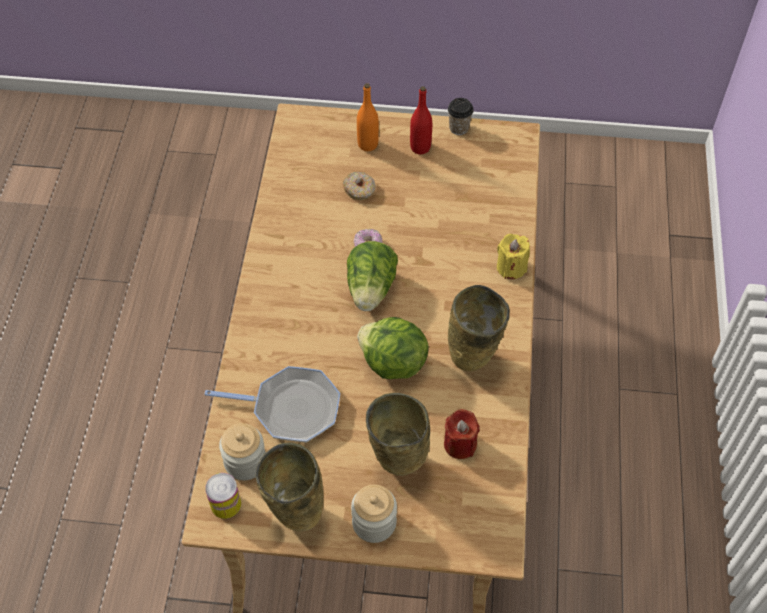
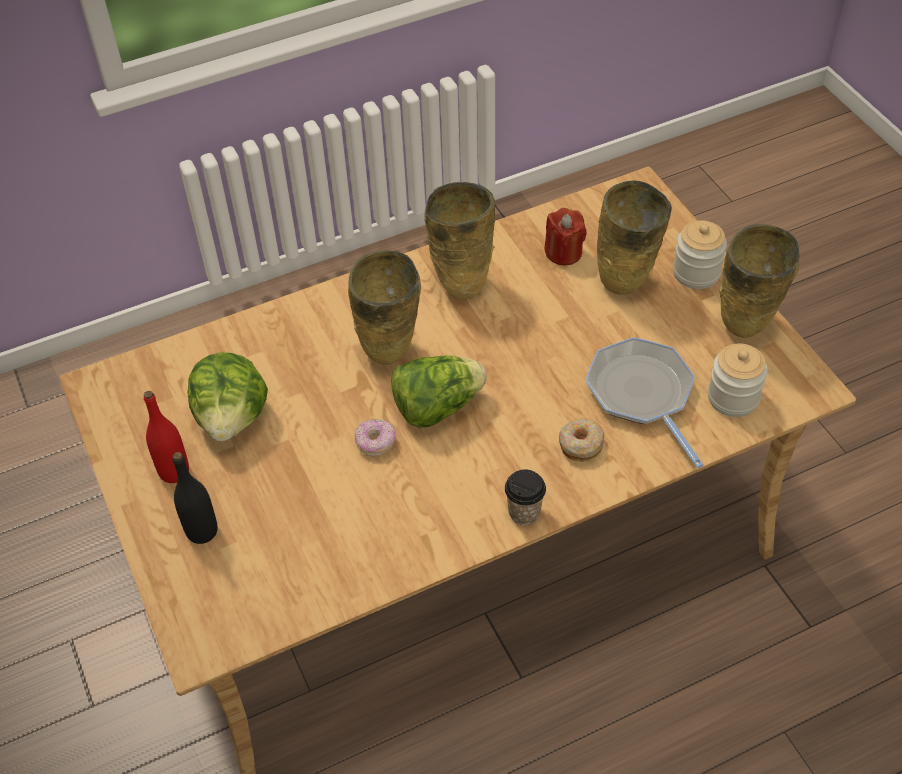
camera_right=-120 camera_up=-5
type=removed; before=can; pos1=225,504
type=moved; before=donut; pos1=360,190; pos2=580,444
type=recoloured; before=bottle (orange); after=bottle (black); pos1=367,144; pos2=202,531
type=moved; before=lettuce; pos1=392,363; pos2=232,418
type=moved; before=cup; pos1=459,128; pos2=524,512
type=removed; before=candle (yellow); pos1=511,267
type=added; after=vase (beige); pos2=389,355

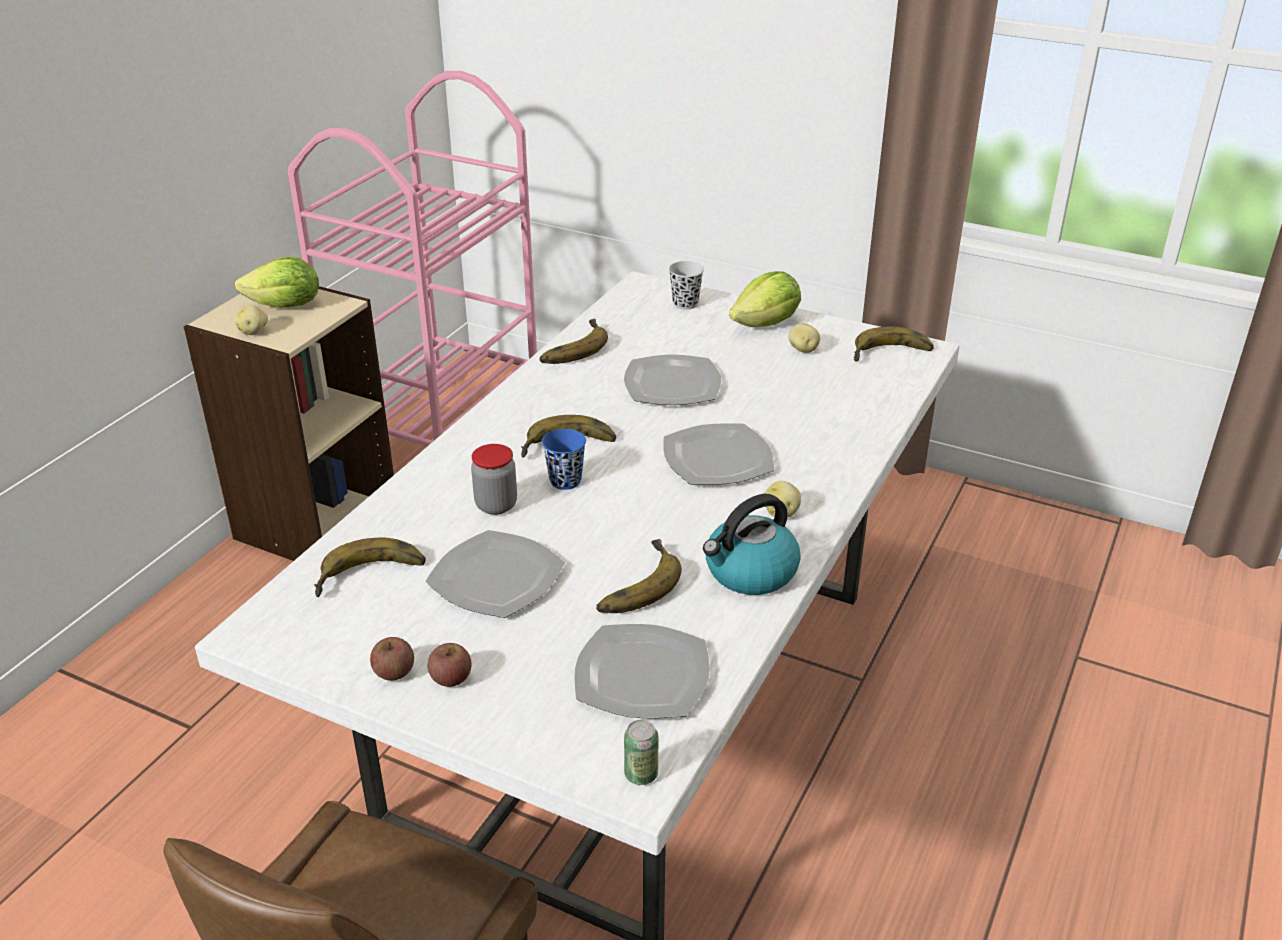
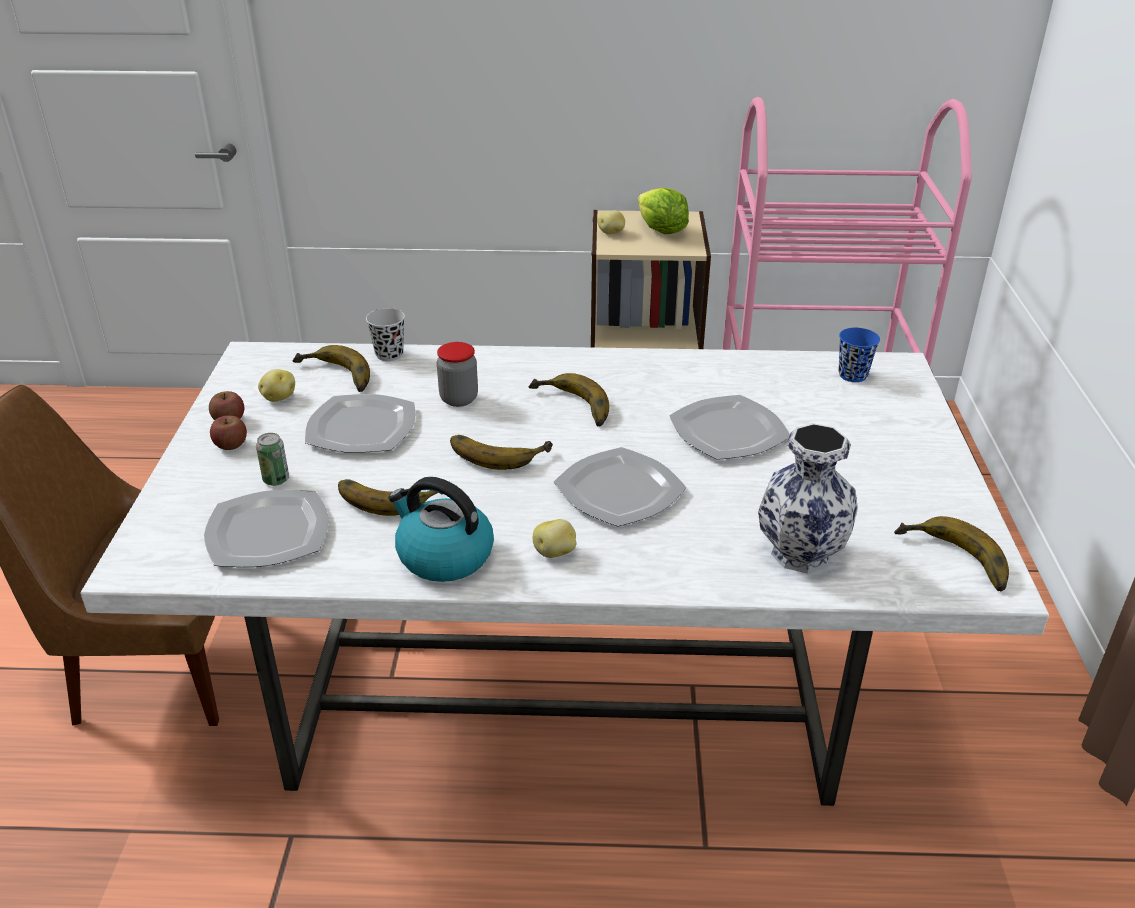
camera_right=65 camera_up=0
type=moved; before=banana; pos1=570,347; pos2=498,451
type=moved; before=cup (blue); pos1=565,481; pos2=852,375
type=moved; before=can; pos1=641,774; pos2=276,479
type=moved; before=cup (black); pos1=685,304; pos2=389,354
type=removed; before=lettuce; pos1=766,324
type=moved; before=potato; pos1=803,350; pos2=278,398
type=added; after=vase; pos2=799,554

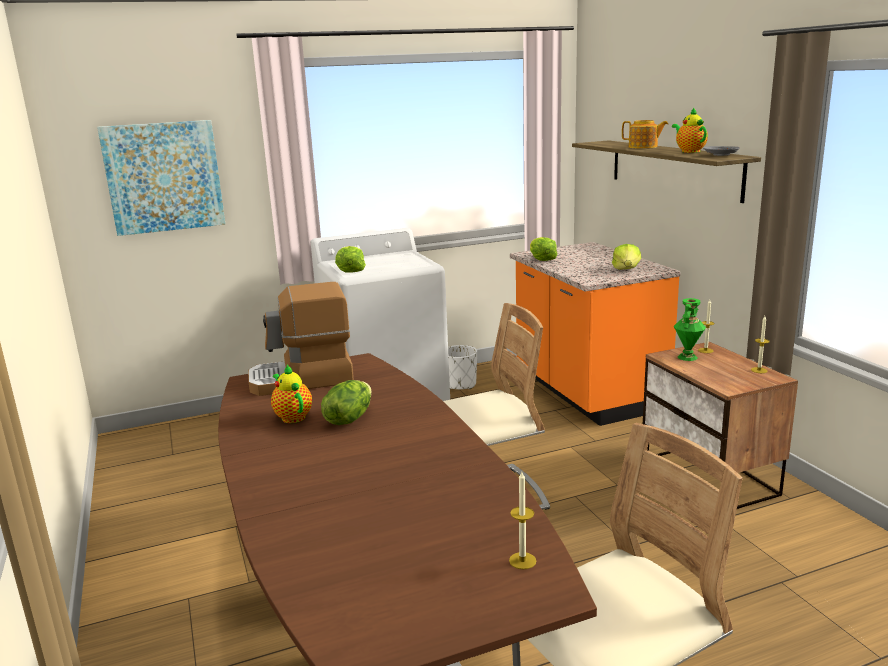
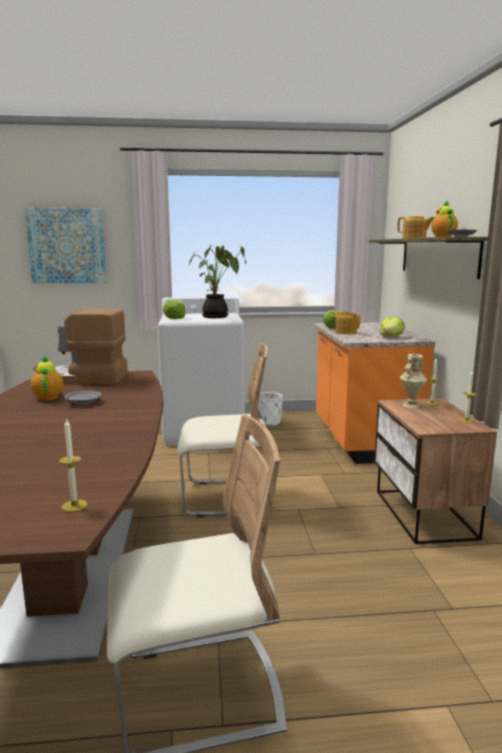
camera_right=15 camera_up=-5
type=replaced; before=lettuce; after=plate (grey); pos1=348,418; pos2=83,402
type=recoloured; before=vase (green); after=vase (beige); pos1=688,357; pos2=411,405
type=added; after=potted plant; pos2=217,317
type=added; after=teapot; pos2=345,332

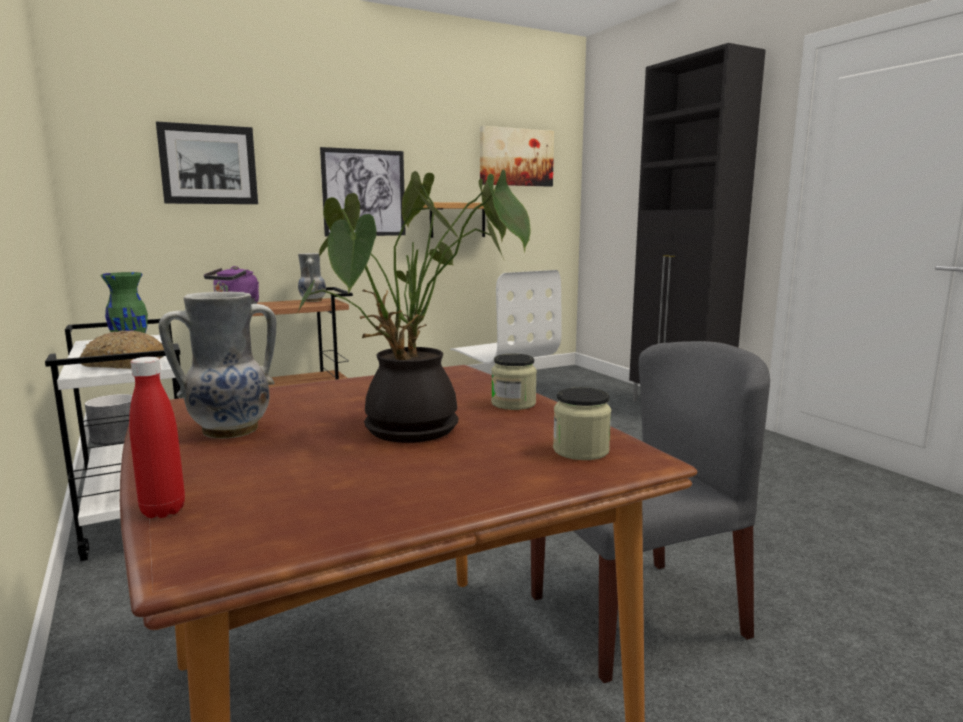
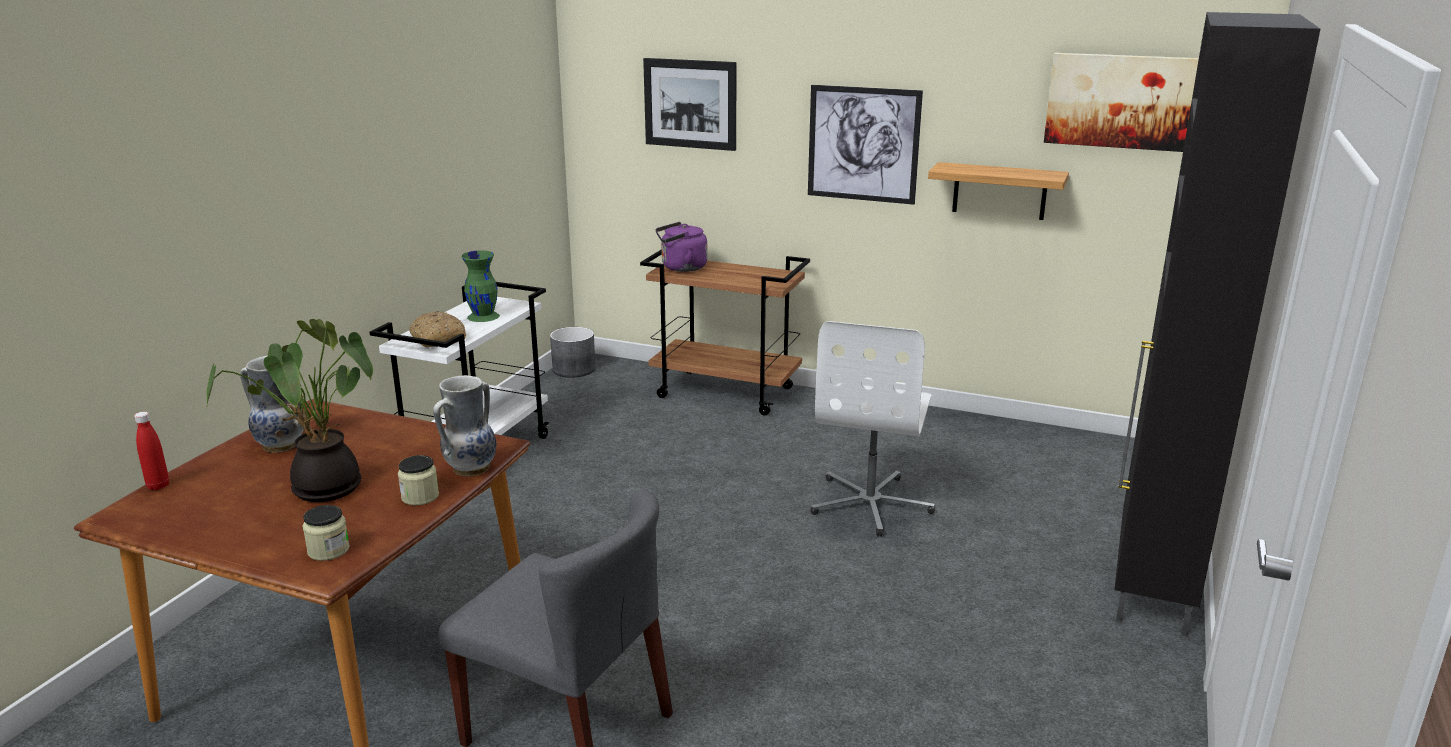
camera_right=50 camera_up=10
type=moved; before=vase; pos1=312,301; pos2=470,468

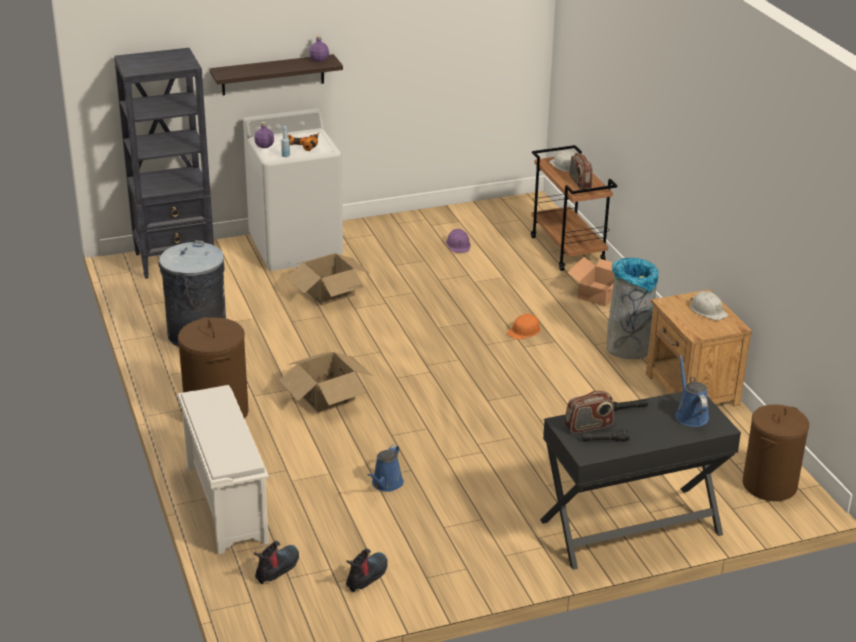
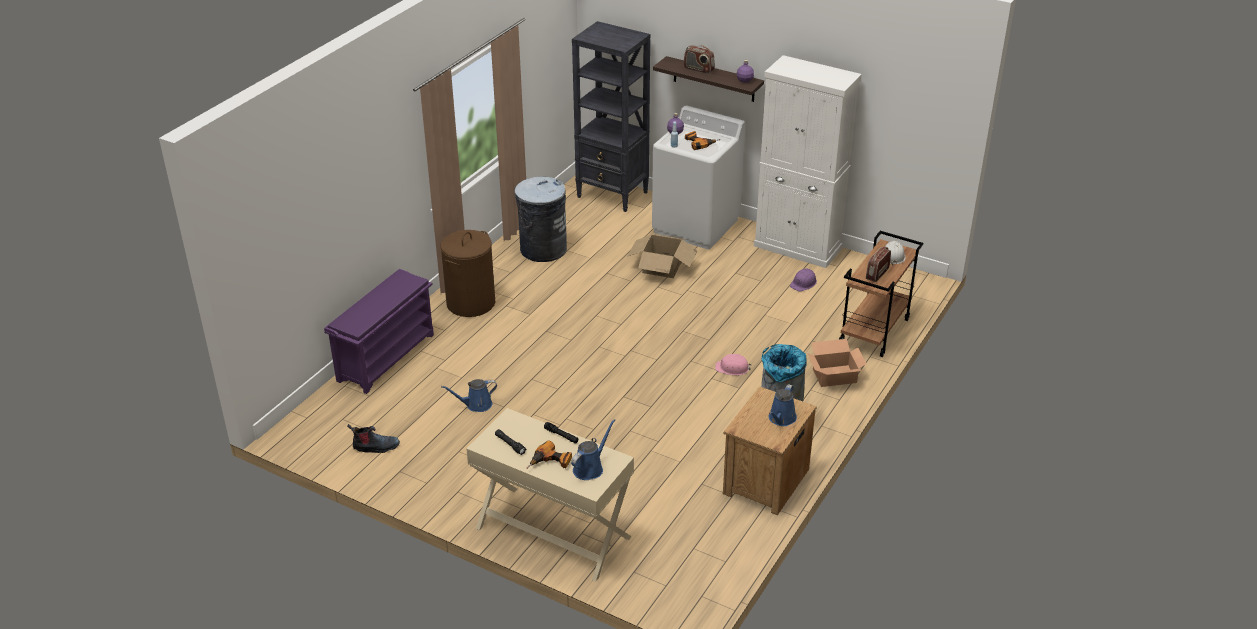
camera_right=50 camera_up=5
type=recoloured; before=shoe rack (white); after=shoe rack (purple); pos1=225,503; pos2=386,357
type=removed; before=boot; pos1=277,569
type=removed; before=cardboard box; pos1=326,396
type=recoloured; before=hard hat (orange); after=hard hat (pink); pos1=524,331; pos2=732,368
type=recoloured; before=desk (black); after=desk (beige); pos1=631,528; pos2=552,533
type=moved; before=radio; pos1=588,426; pos2=698,70
type=replaced; before=hard hat (white); after=watering can (blue); pos1=708,310; pos2=781,419
type=removed; before=laundry basket (brown); pos1=769,485
type=added; after=power drill; pos2=551,463
type=added; after=cabinet (white); pos2=797,247

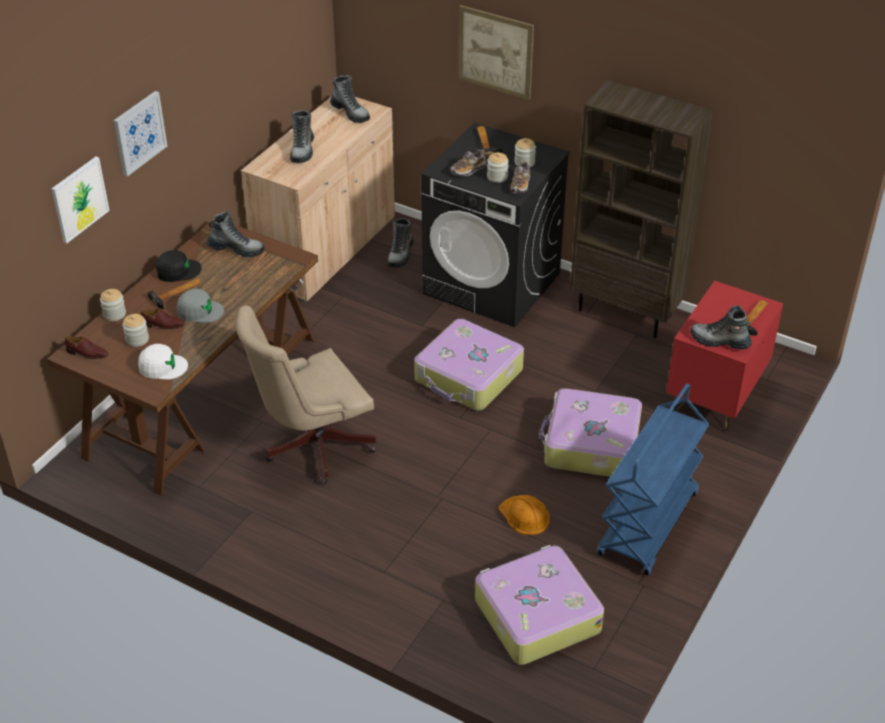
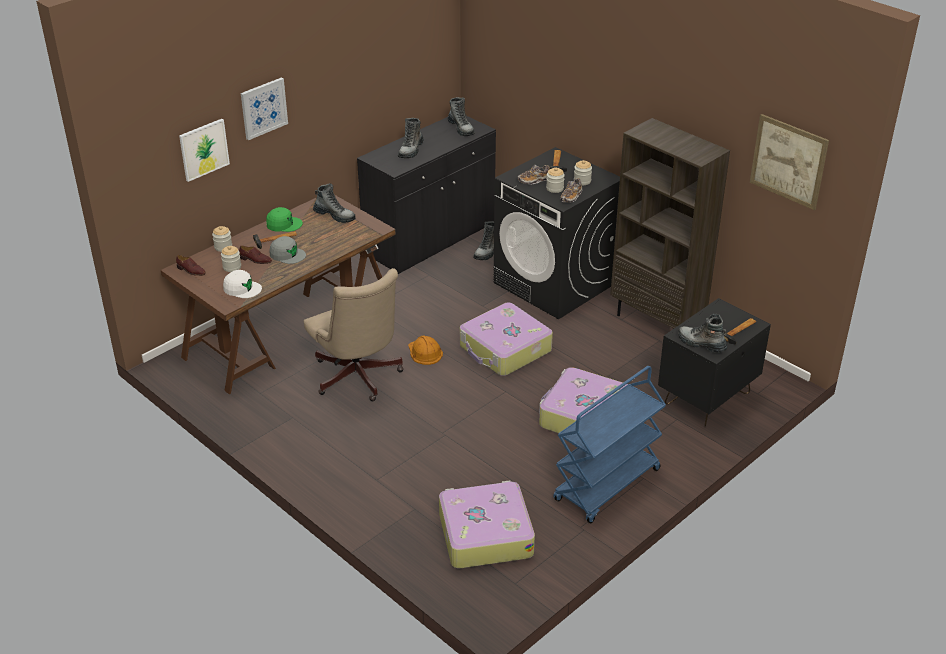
camera_right=15 camera_up=-5
type=recoloured; before=cap (black); after=cap (green); pos1=178,270; pos2=283,224
type=turned; before=office chair (beige); pos1=311,446; pos2=358,379; turn=-105
type=recoloured; before=cabinet (beige); after=cabinet (black); pos1=326,250; pos2=430,239
type=moved; before=picture; pos1=495,52; pos2=788,161
type=moved; before=hard hat (orange); pos1=524,516; pos2=424,352
type=recoloured; before=nightstand (red); after=nightstand (black); pos1=715,396; pos2=707,399

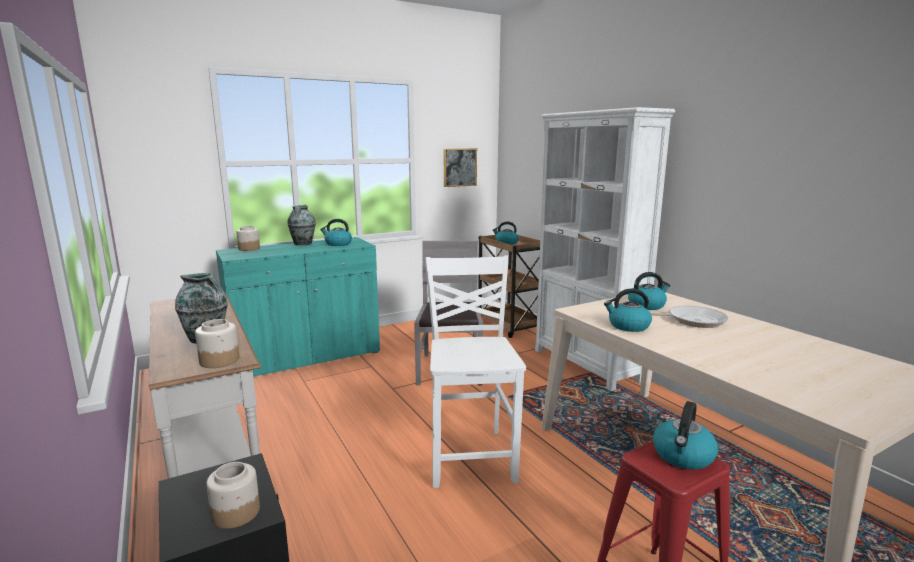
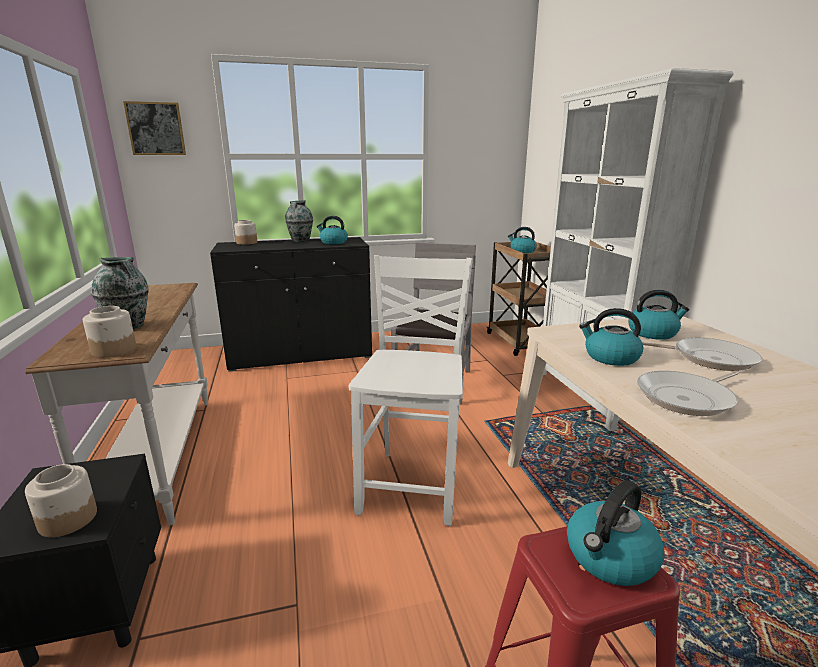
camera_right=15 camera_up=5
type=recoloured; before=cabinet (turquoise); after=cabinet (black); pos1=306,357; pos2=301,355
type=moved; before=picture; pos1=459,167; pos2=156,129
type=added; after=frying pan; pos2=687,398

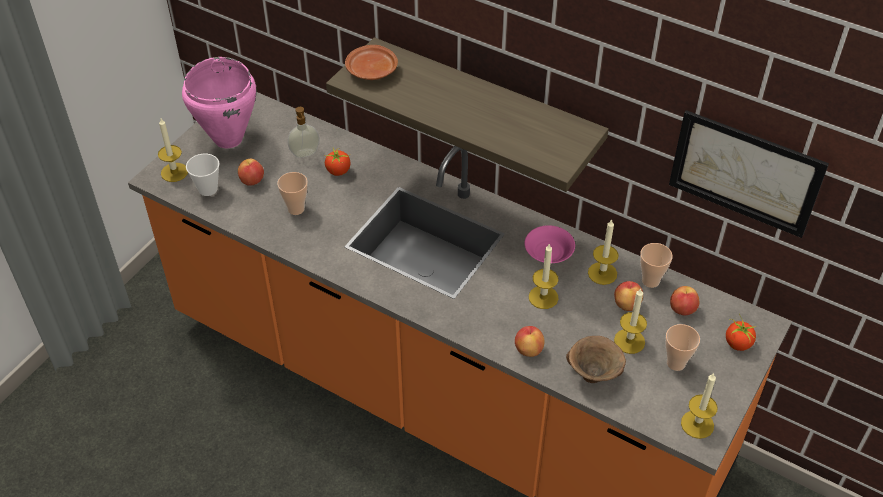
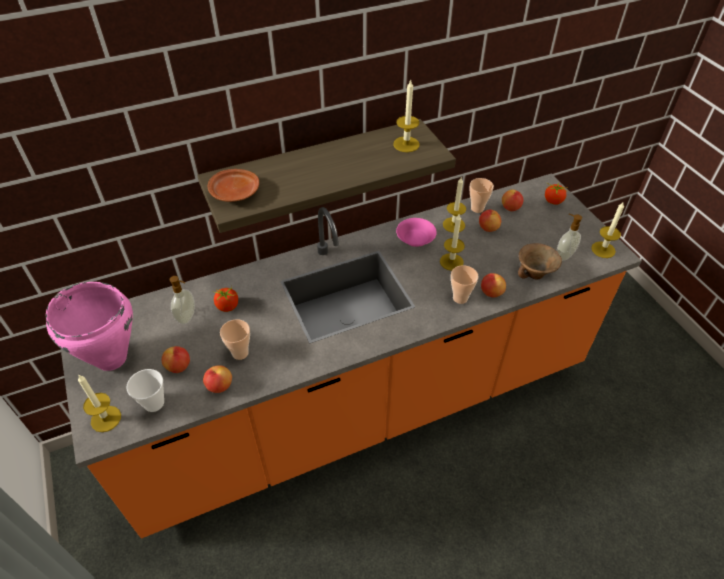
camera_right=-55 camera_up=0
type=moved; before=candle; pos1=629,341; pos2=406,144
type=moved; before=cup; pos1=676,363; pos2=460,298
type=removed; before=picture; pos1=745,173
type=added; after=apple; pos2=219,386
type=added; after=soap dispenser; pos2=563,255

